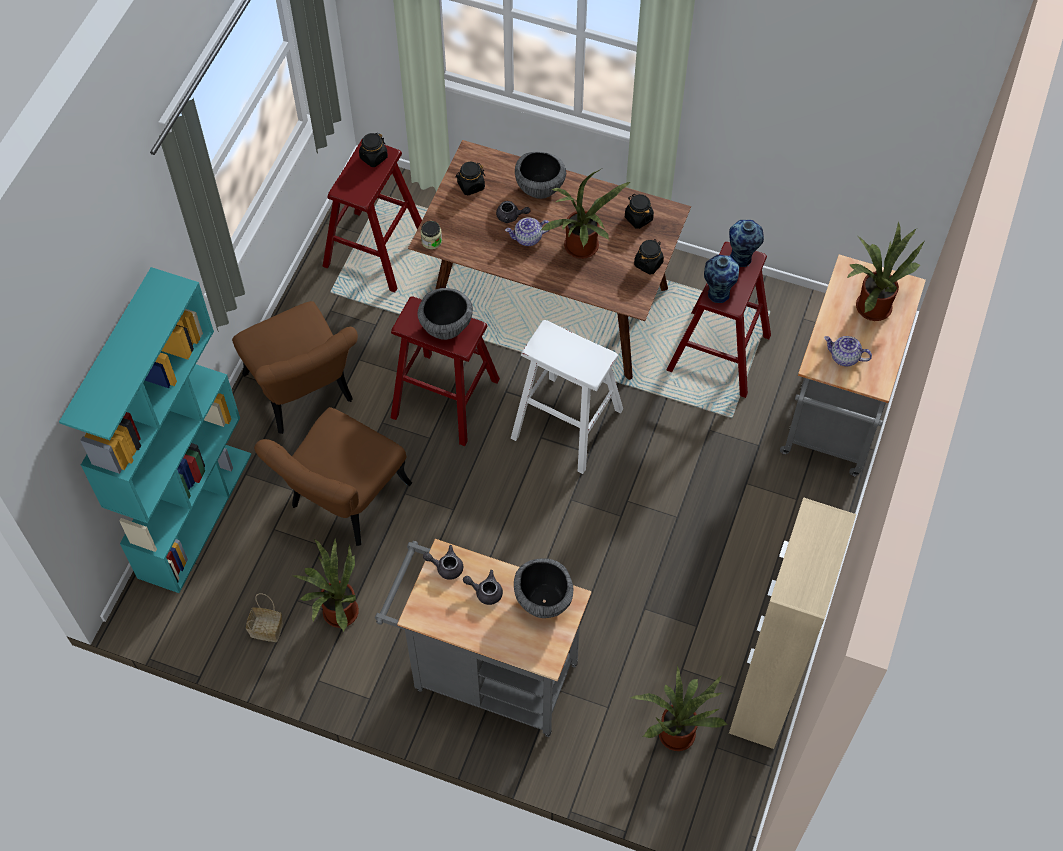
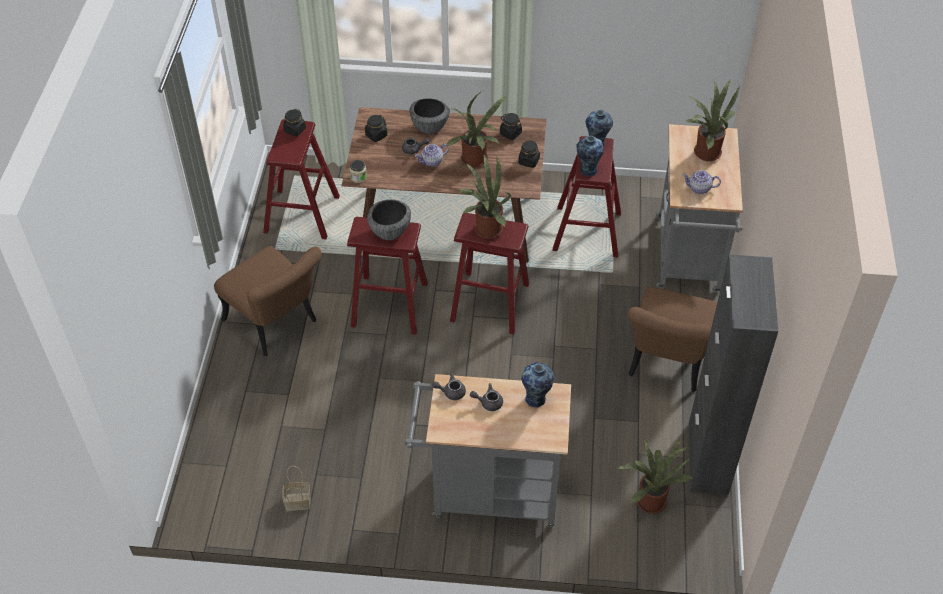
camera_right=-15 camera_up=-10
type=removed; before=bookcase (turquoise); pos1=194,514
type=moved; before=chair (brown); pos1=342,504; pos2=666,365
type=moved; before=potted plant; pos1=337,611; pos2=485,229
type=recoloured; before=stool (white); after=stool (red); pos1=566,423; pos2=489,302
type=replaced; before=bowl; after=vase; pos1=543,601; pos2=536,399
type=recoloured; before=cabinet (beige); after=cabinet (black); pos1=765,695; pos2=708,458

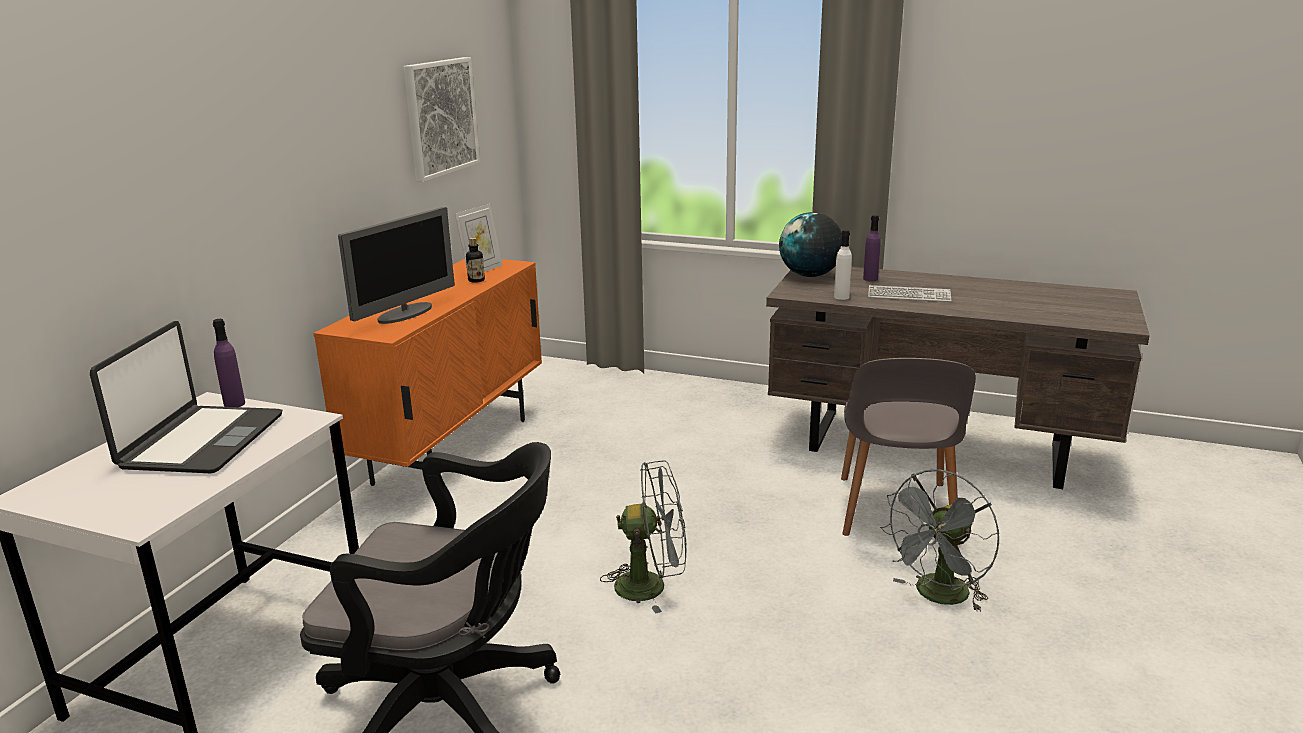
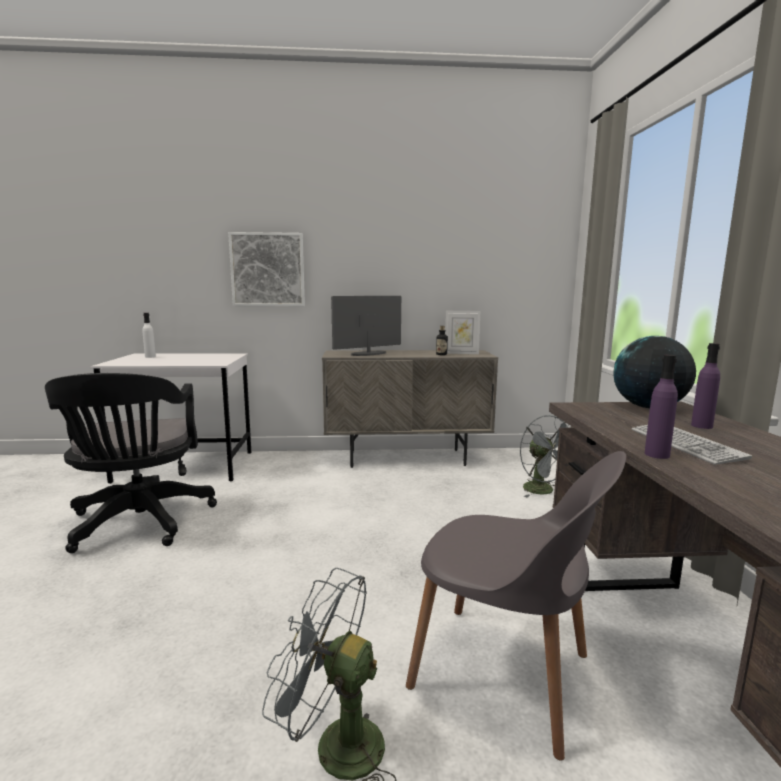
camera_right=65 camera_up=-10
type=removed; before=laptop; pos1=201,441
type=moved; before=bottle (purple); pos1=234,404; pos2=657,454
type=recoloured; before=cabinet (orange); after=cabinet (beige); pos1=453,451; pos2=407,458
type=turned; before=monitor; pos1=405,313; pos2=368,354; turn=135
type=moved; before=picture; pos1=440,117; pos2=268,270
type=moved; before=fan (grey); pos1=651,585; pos2=544,491
type=moved; before=bottle (white); pos1=841,297; pos2=150,357
type=turned; before=chair (grey); pos1=895,511; pos2=506,674; turn=-135

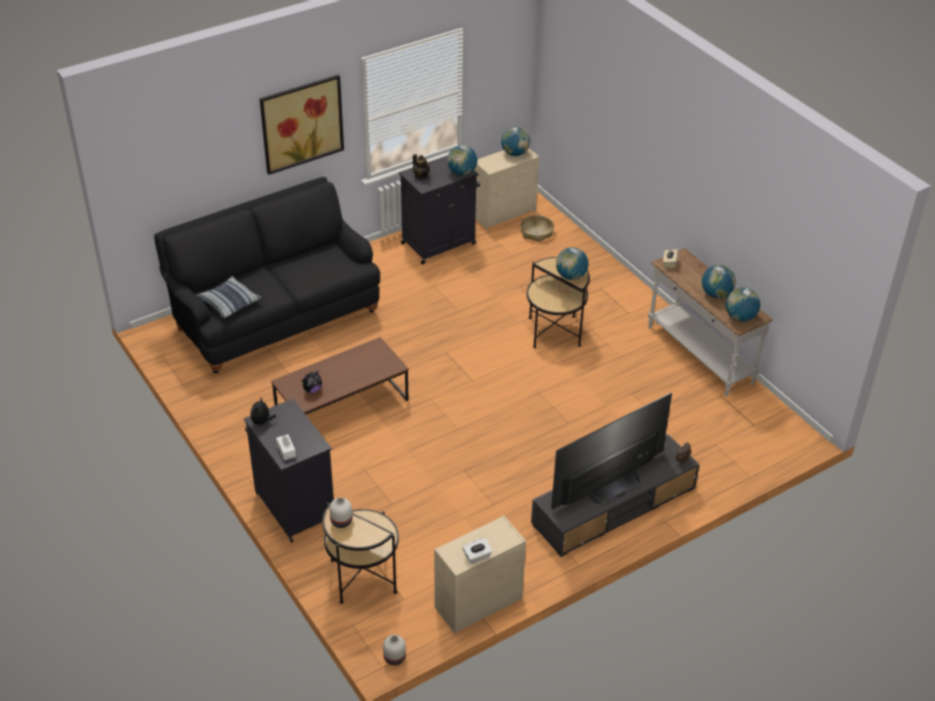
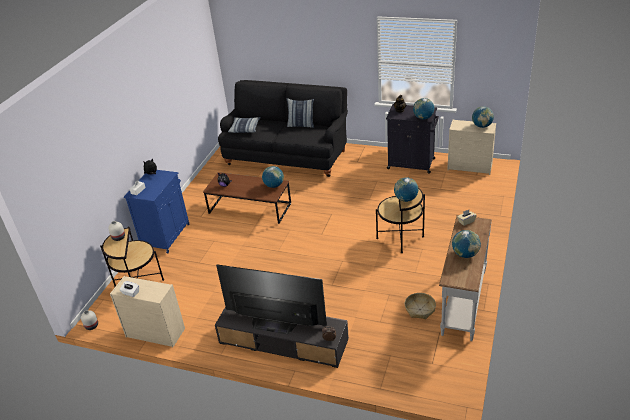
camera_right=55 camera_up=-5
type=recoloured; before=cabinet (black); after=cabinet (blue); pos1=294,506; pos2=166,235
type=removed; before=picture; pos1=302,123
type=moved; before=basket; pos1=536,233; pos2=420,309
type=moved; before=globe; pos1=740,317; pos2=274,185
type=added; after=pillow; pos2=301,125

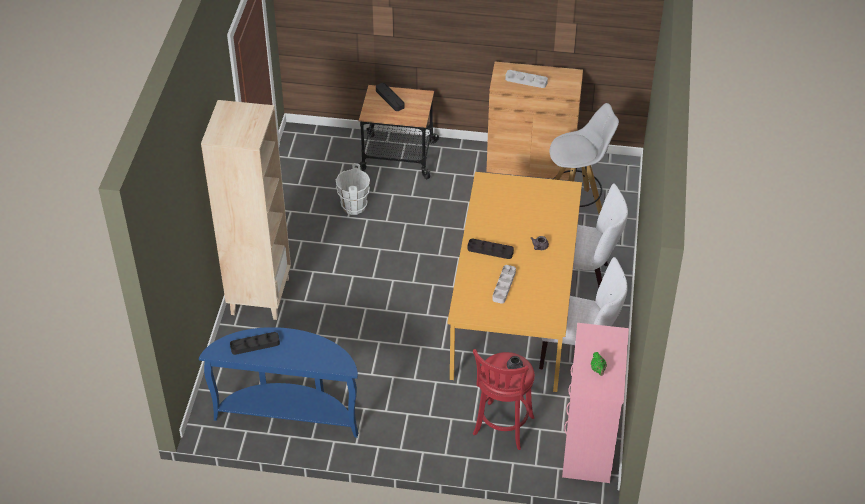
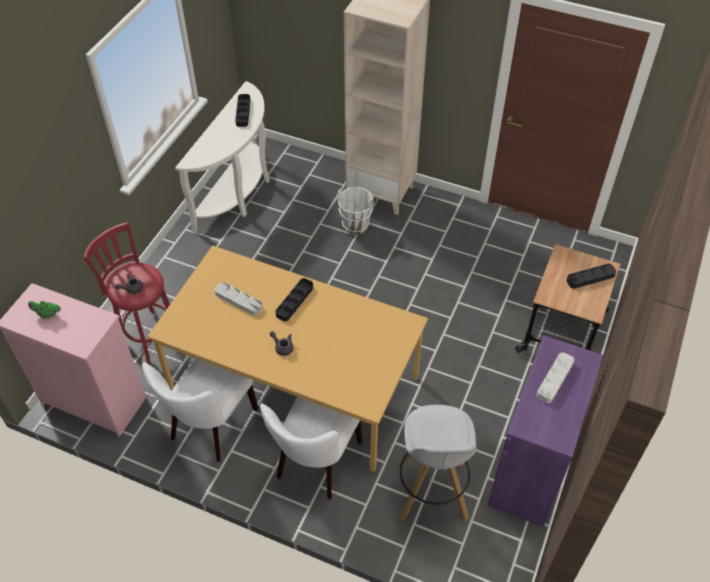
camera_right=105 camera_up=5
type=recoloured; before=console table (blue); after=console table (white); pos1=289,413; pos2=239,193
type=moved; before=bucket (white); pos1=353,206; pos2=355,225
type=recoloured; before=cabinet (brown); after=cabinet (purple); pos1=531,162; pos2=531,467

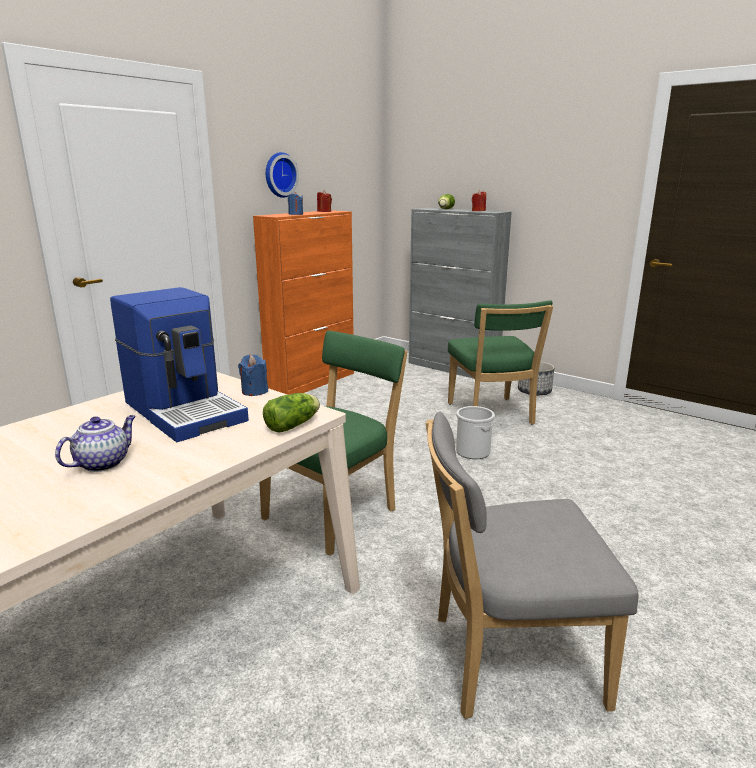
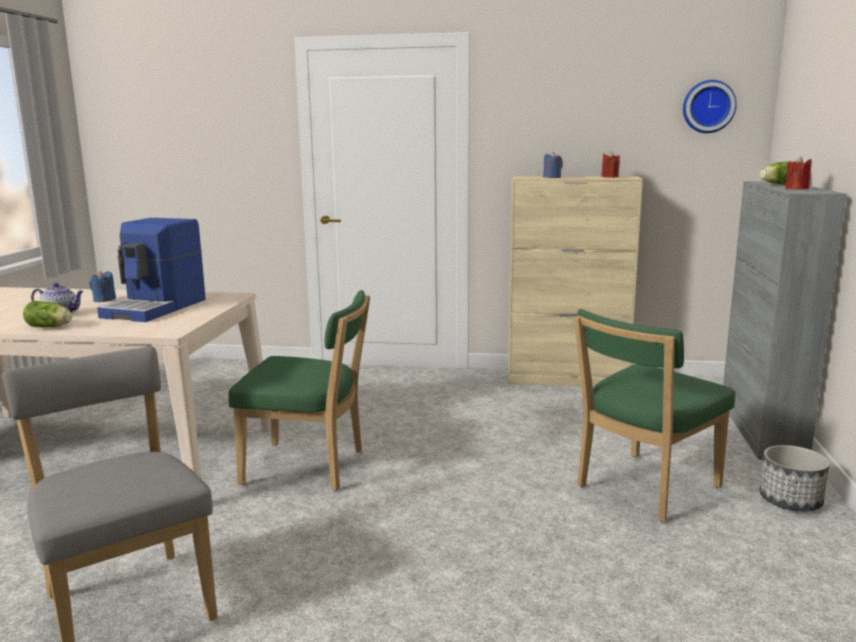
camera_right=60 camera_up=-5
type=moved; before=candle (blue); pos1=254,391; pos2=104,300
type=recoloured; before=cabinet (orange); after=cabinet (beige); pos1=312,382; pos2=567,380
type=moved; before=lettuce; pos1=294,425; pos2=51,327
type=moved; before=wall clock; pos1=279,175; pos2=708,106
type=removed; before=bucket; pos1=472,452

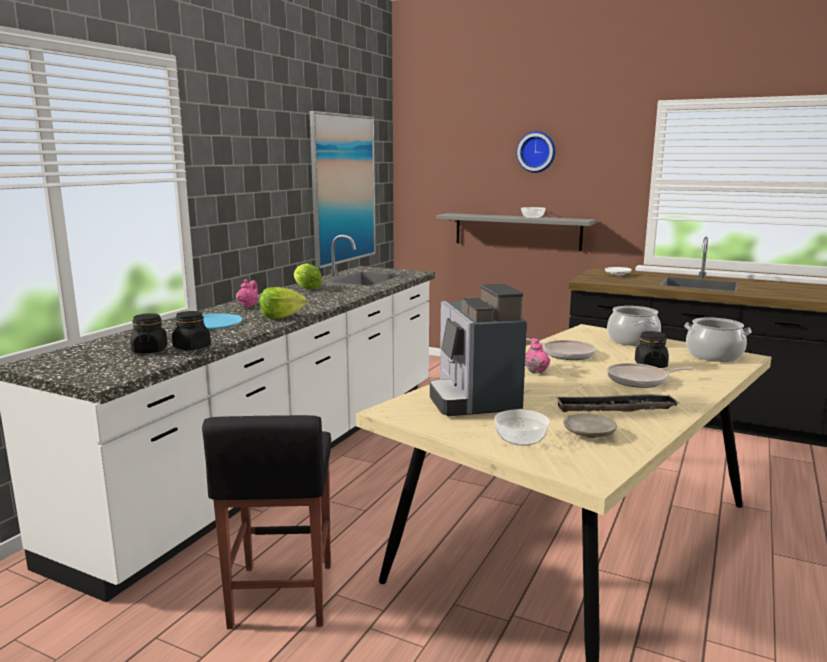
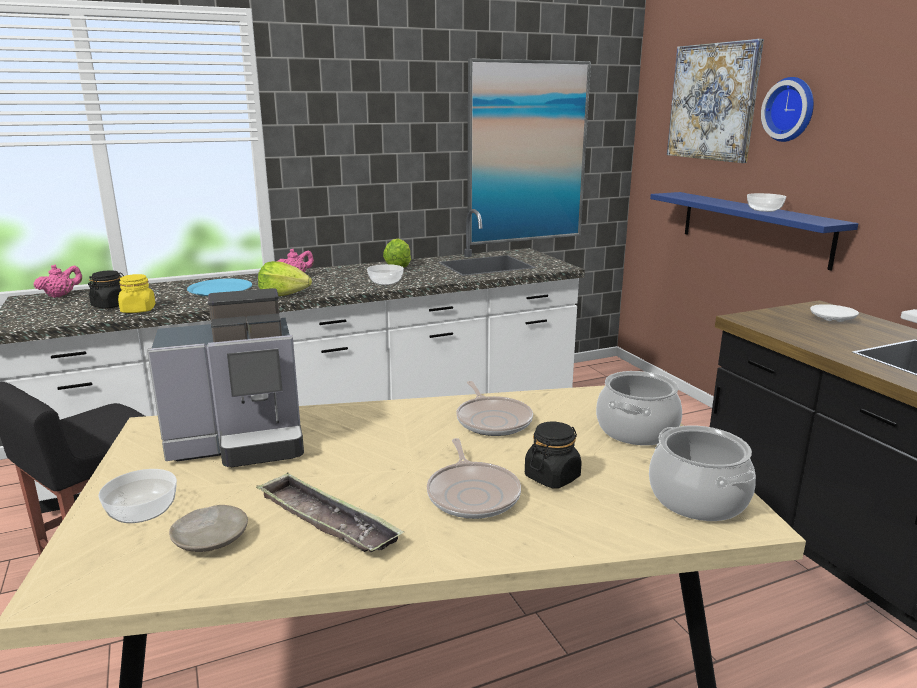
camera_right=40 camera_up=5
type=recoloured; before=jar (black); after=jar (yellow); pos1=192,347; pos2=138,310
type=turned; before=coffee machine; pos1=473,399; pos2=241,443; turn=-135
type=recoloured; before=shelf (grey); after=shelf (blue); pos1=517,231; pos2=753,227
type=moved; before=teapot (pink); pos1=535,371; pos2=61,296
type=turned; before=frying pan; pos1=640,380; pos2=473,494; turn=-135
type=added; after=bowl; pos2=385,282
type=added; after=picture; pos2=713,102

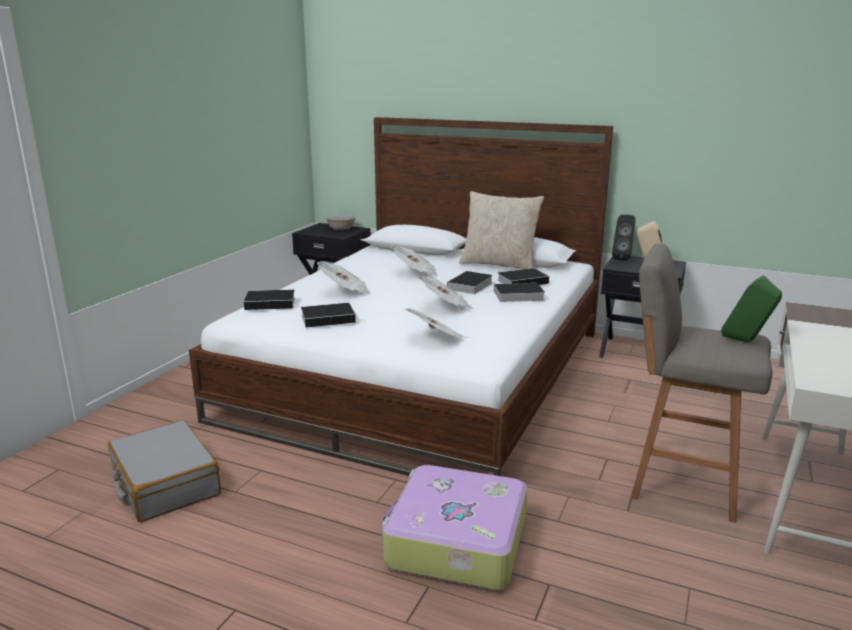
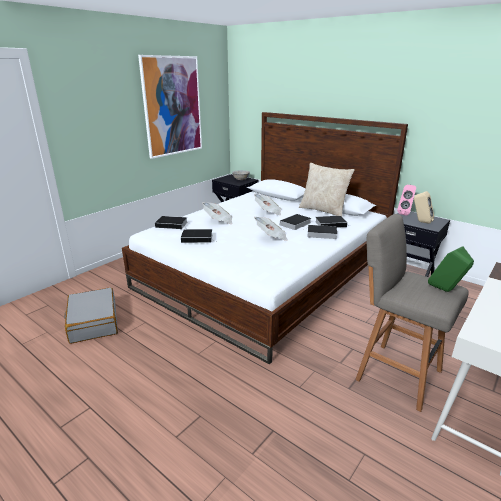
camera_right=15 camera_up=5
type=removed; before=suitcase; pos1=455,542
type=removed; before=newspaper; pos1=436,339
type=recoloured; before=speaker (black); after=speaker (pink); pos1=622,258; pos2=405,213
type=added; after=picture; pos2=172,106

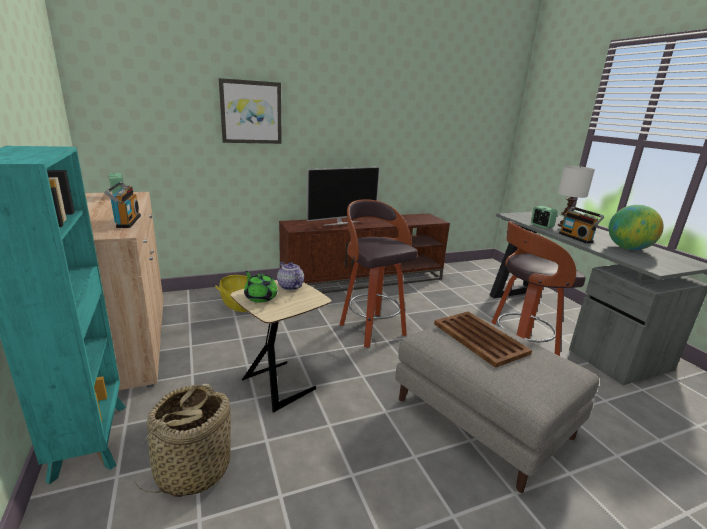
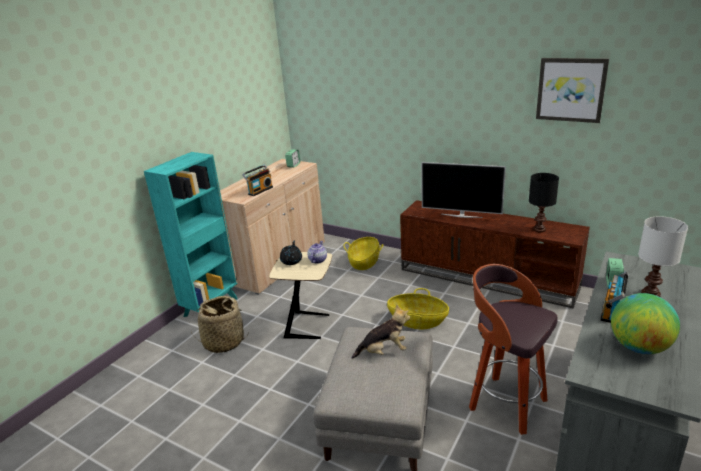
camera_right=55 camera_up=5
type=moved; before=picture; pos1=251,112; pos2=571,89
type=recoloured; before=teapot (green); after=teapot (black); pos1=260,297; pos2=291,261
type=replaced; before=stool; after=basket; pos1=371,329; pos2=417,321
type=replaced; before=tray (brown); after=plush toy; pos1=480,339; pos2=383,352
type=added; after=table lamp (black); pos2=539,229

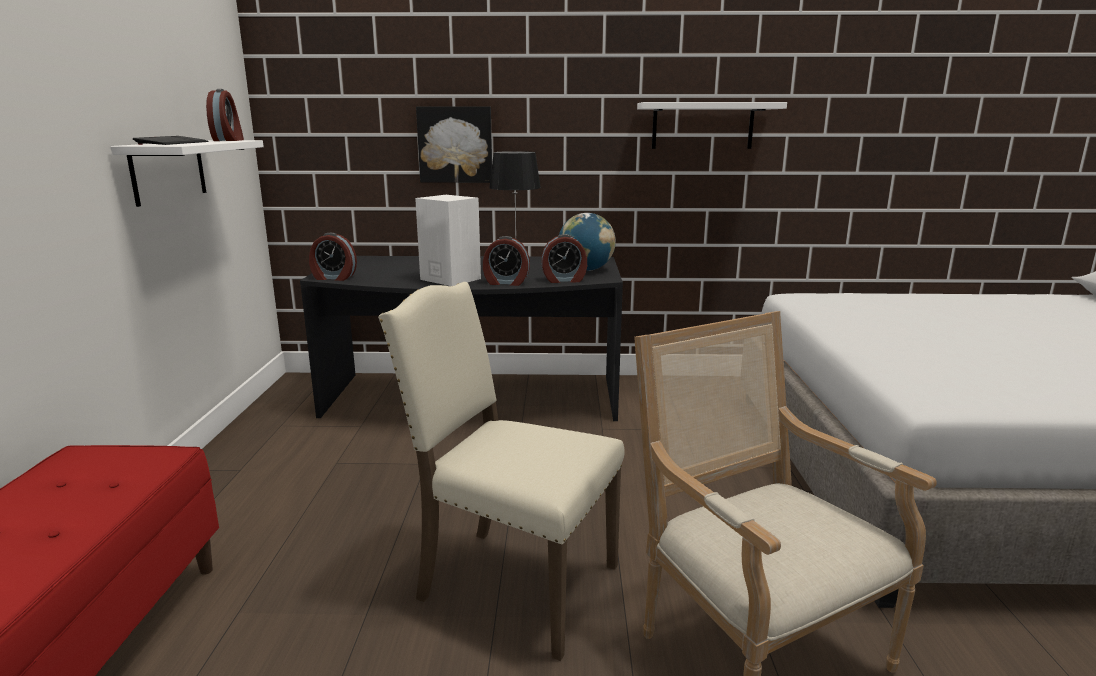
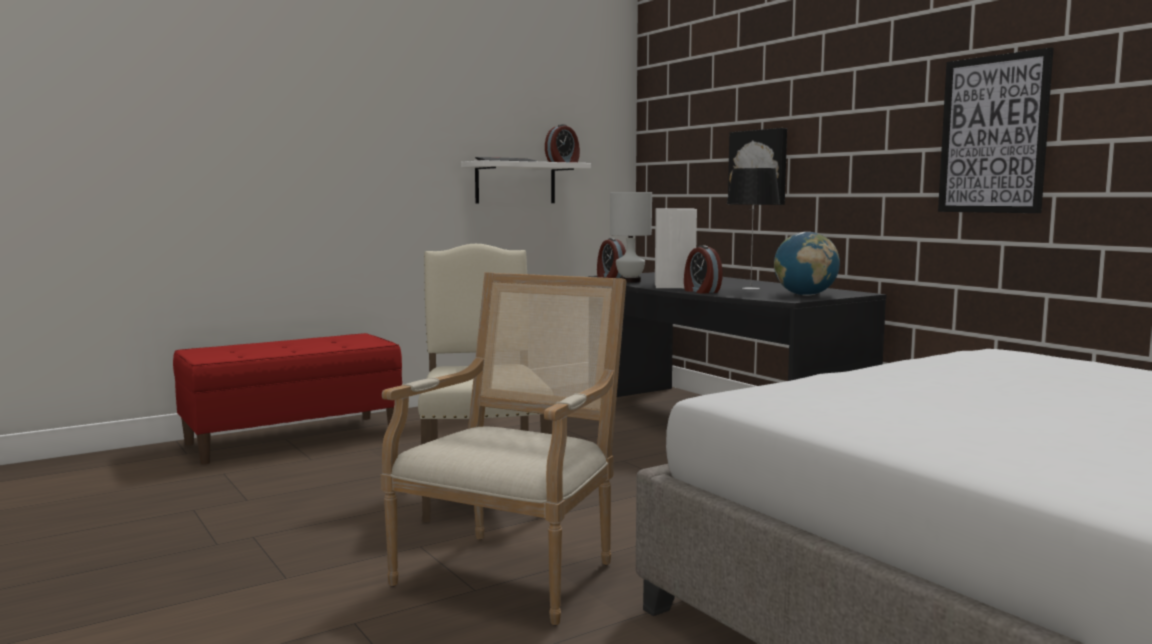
camera_right=55 camera_up=-10
type=removed; before=alarm clock; pos1=564,280
type=replaced; before=shelf (white); after=picture; pos1=702,126; pos2=993,134
type=added; after=table lamp (white); pos2=630,281

